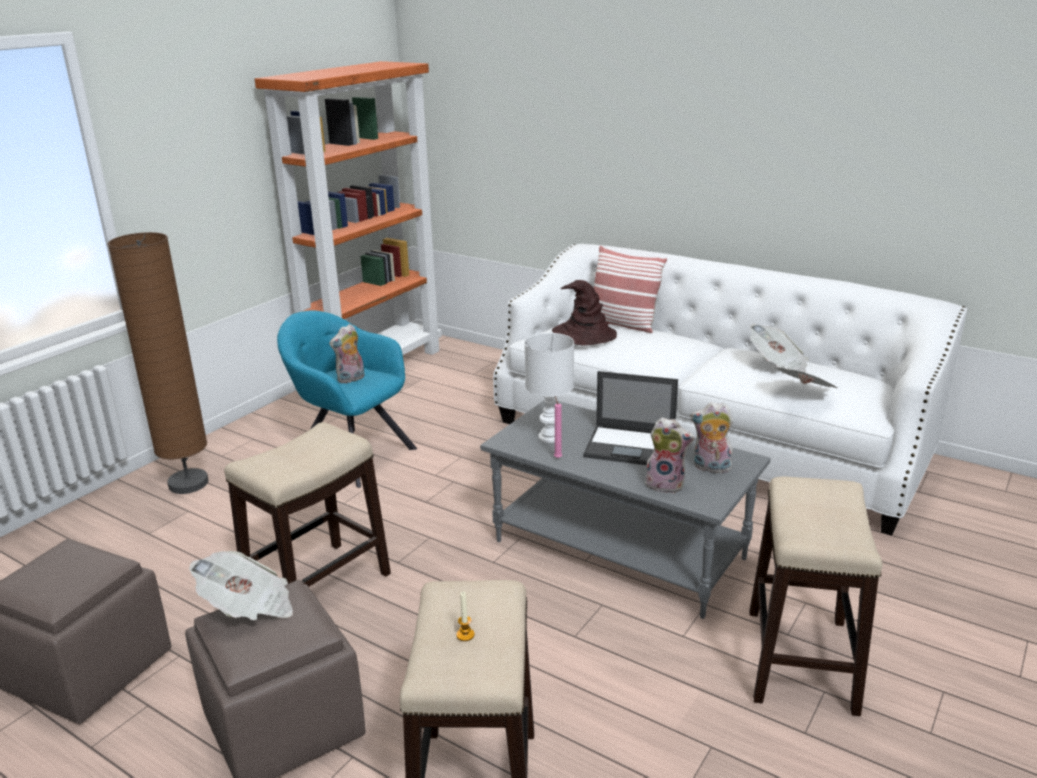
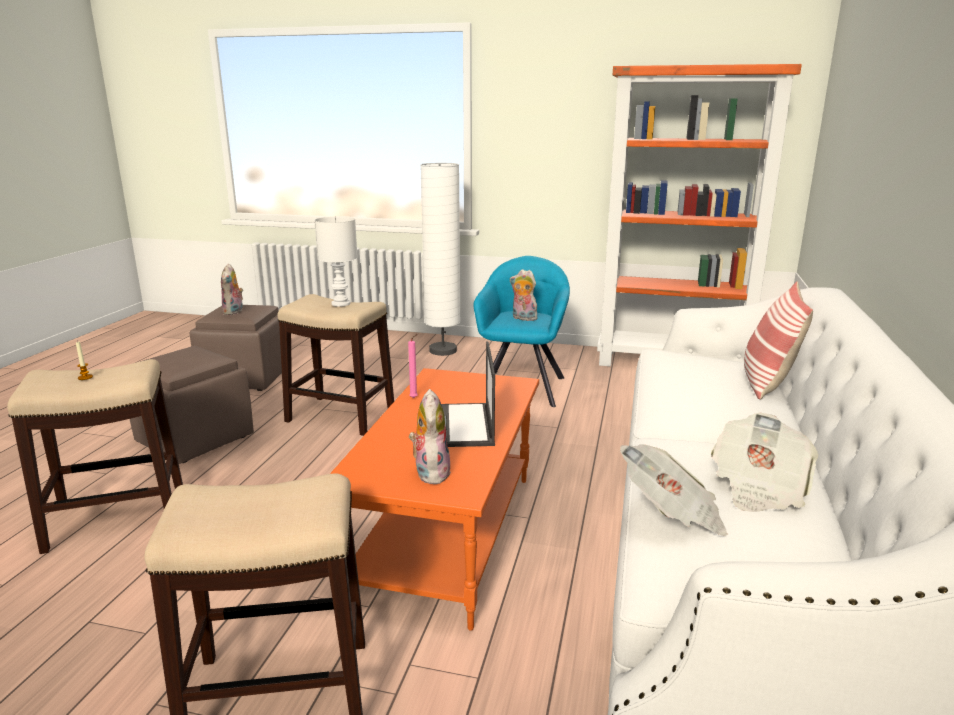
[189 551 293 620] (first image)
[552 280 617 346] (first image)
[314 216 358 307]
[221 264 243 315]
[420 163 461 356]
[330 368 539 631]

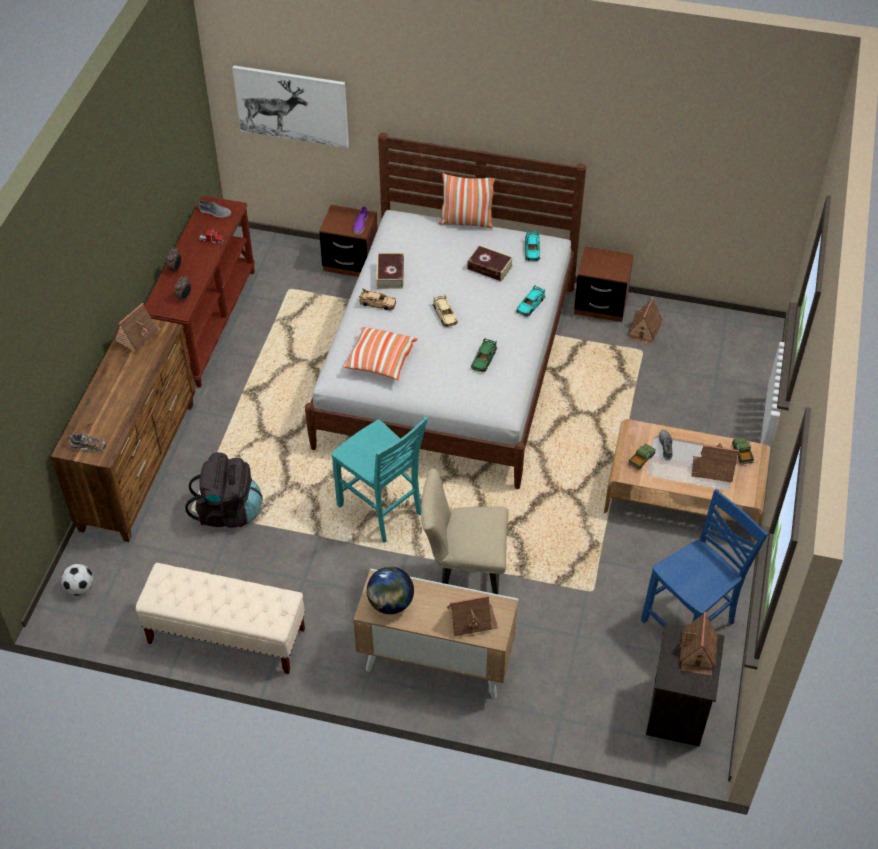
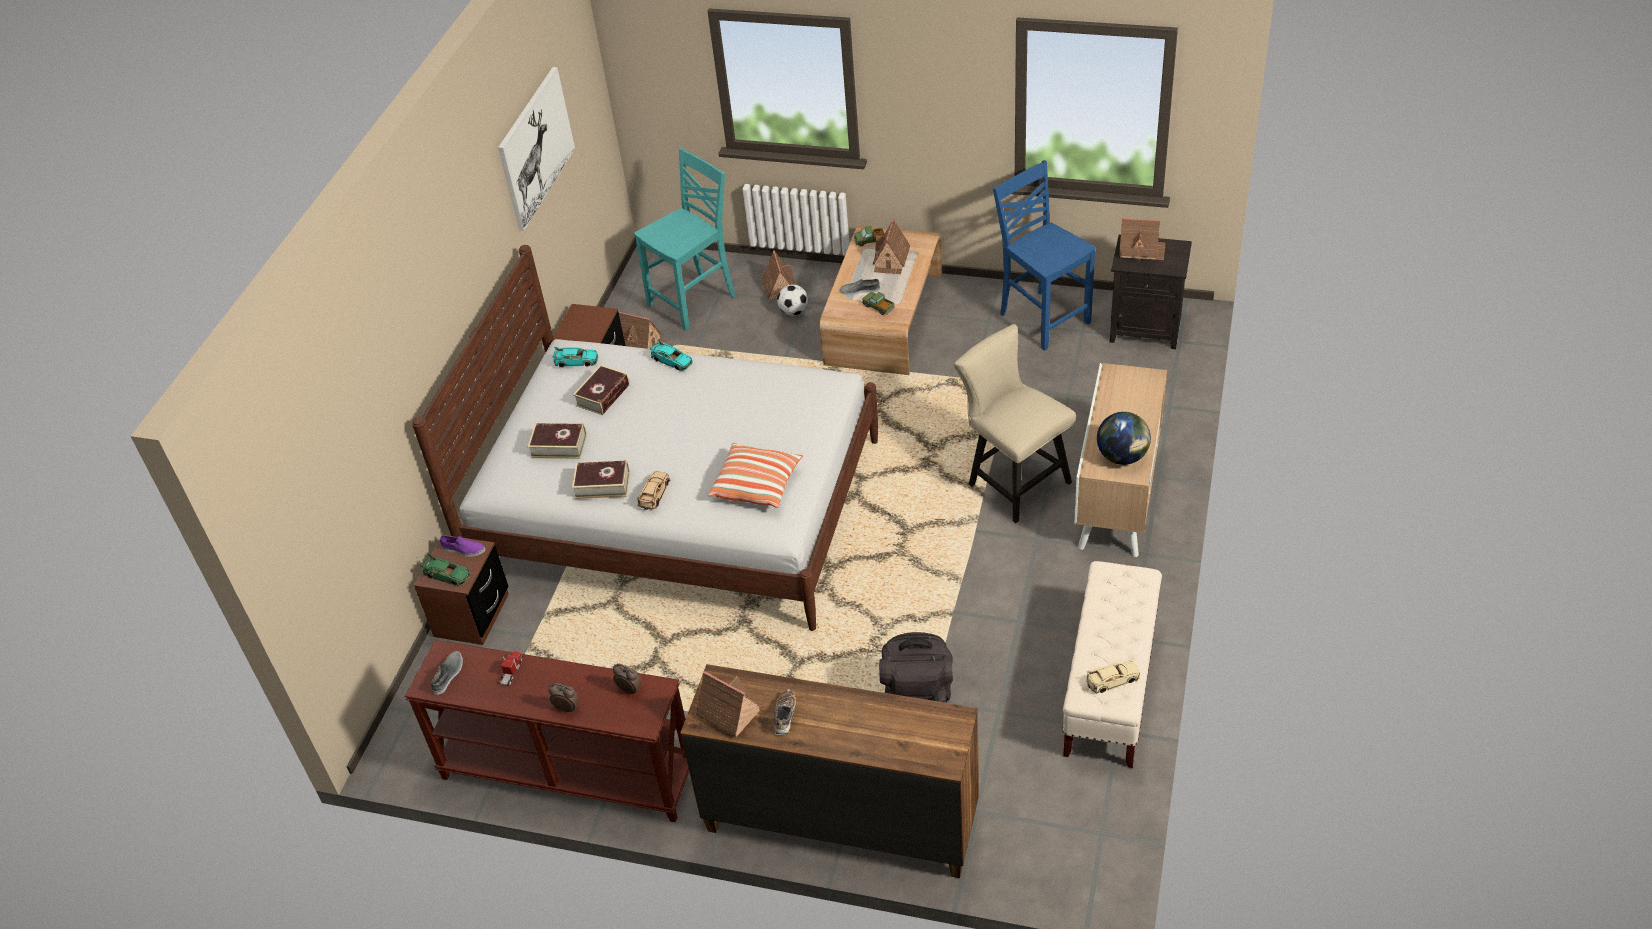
[439 173 496 228] (first image)
[528 423 587 459]
[777 284 808 316]
[774 689 796 735]
[498 67 575 231]
[635 148 736 330]
[1086 661 1140 694]
[762 250 796 300]
[420 554 471 586]
[954 324 1076 523]

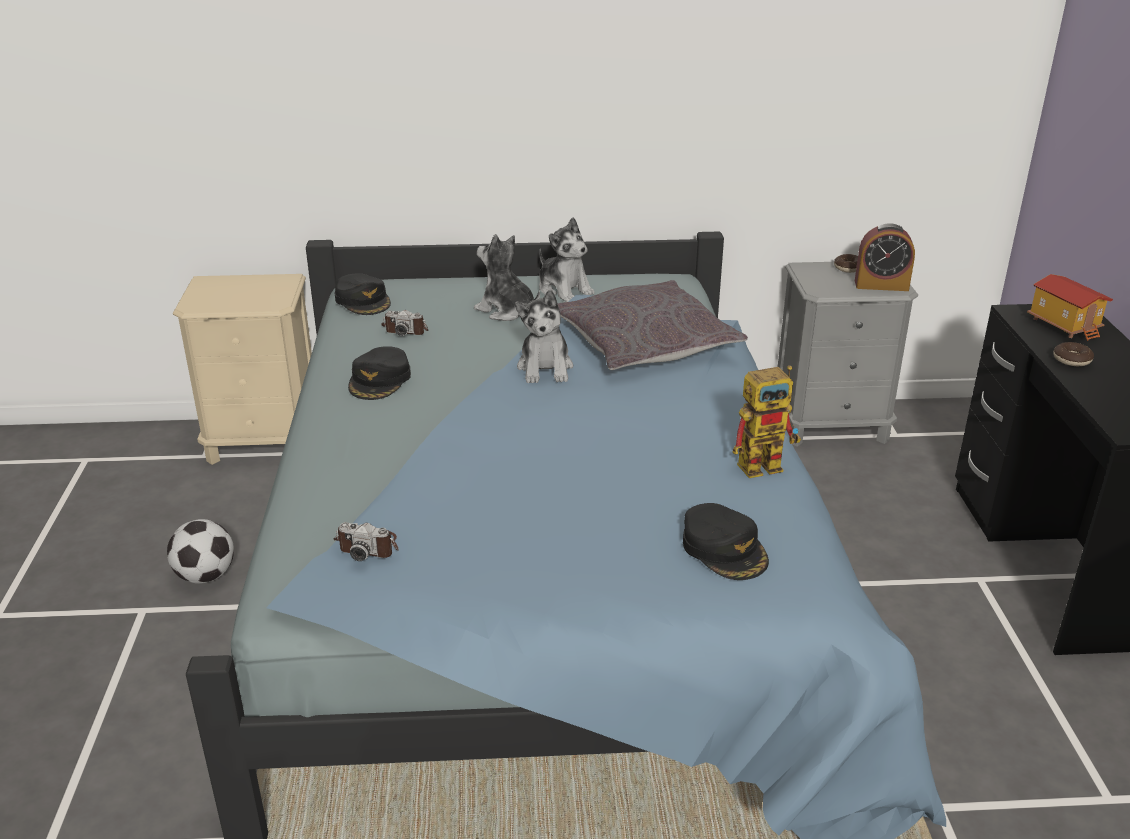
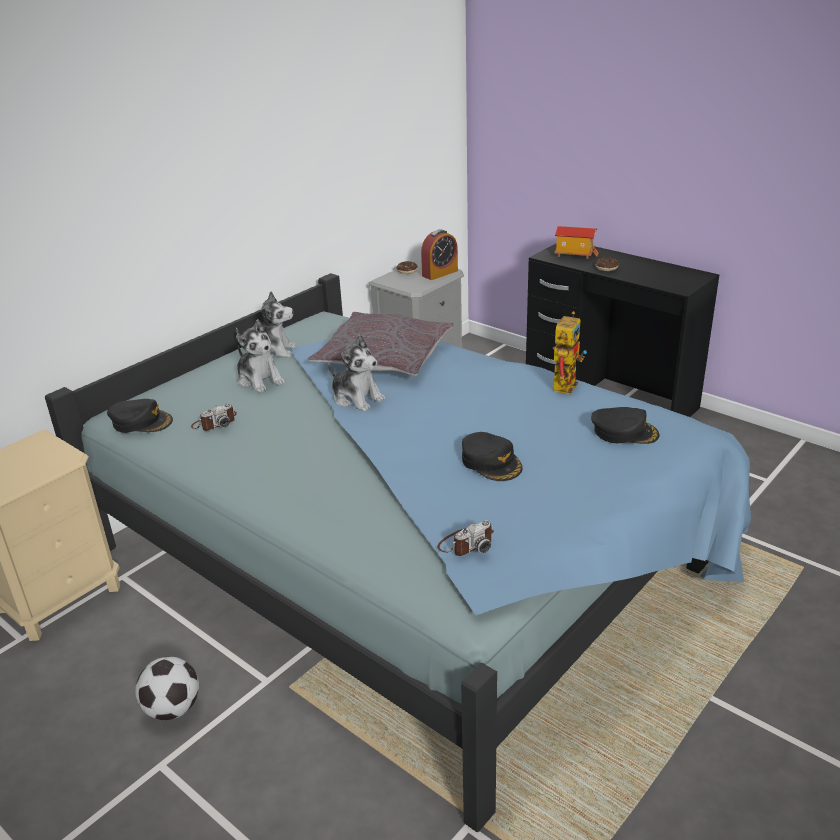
[462 432 523 481]
[236 319 285 393]

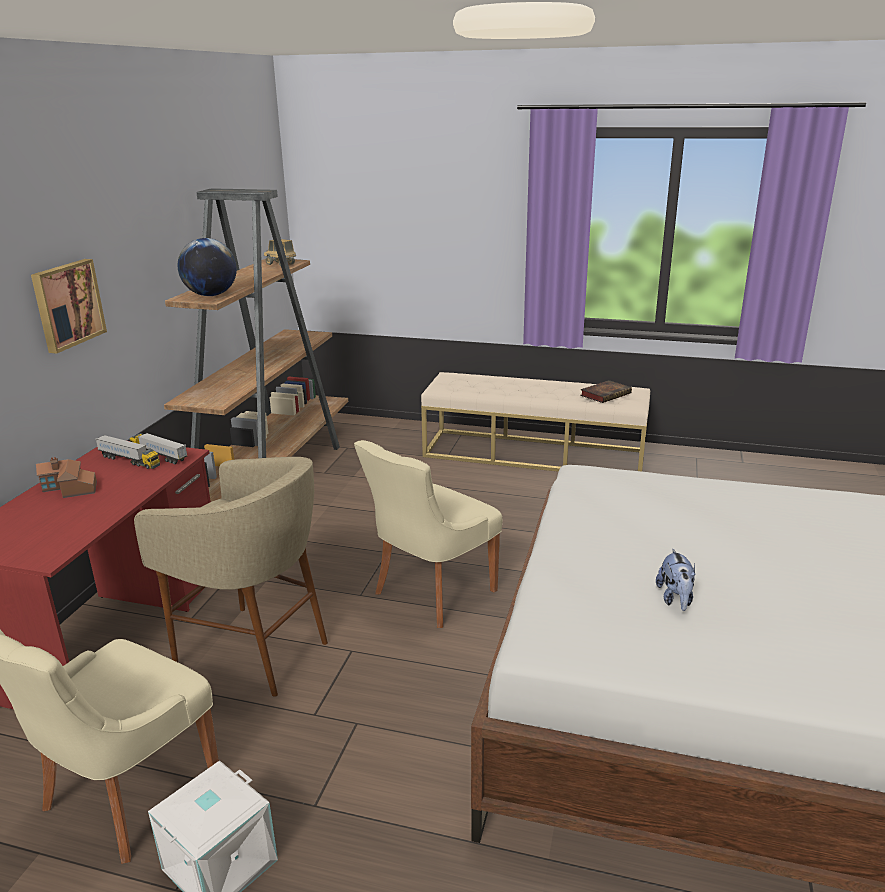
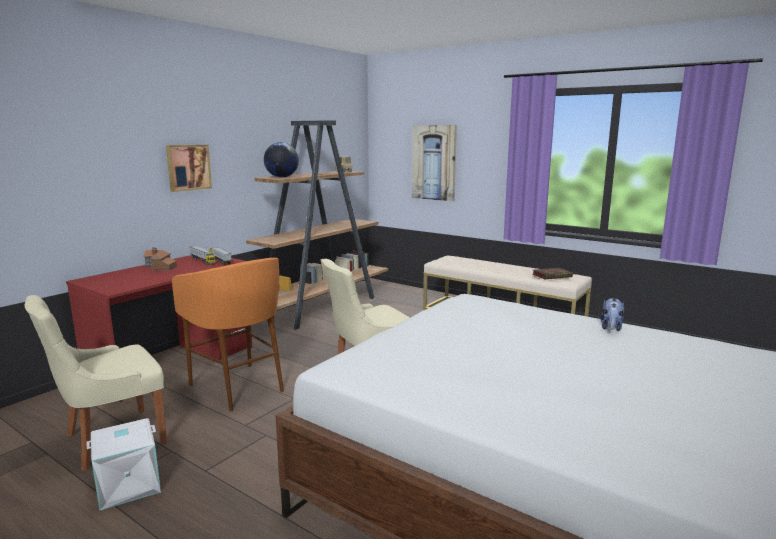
[412 125 457 201]
[600 298 624 331]
[172 258 284 411]

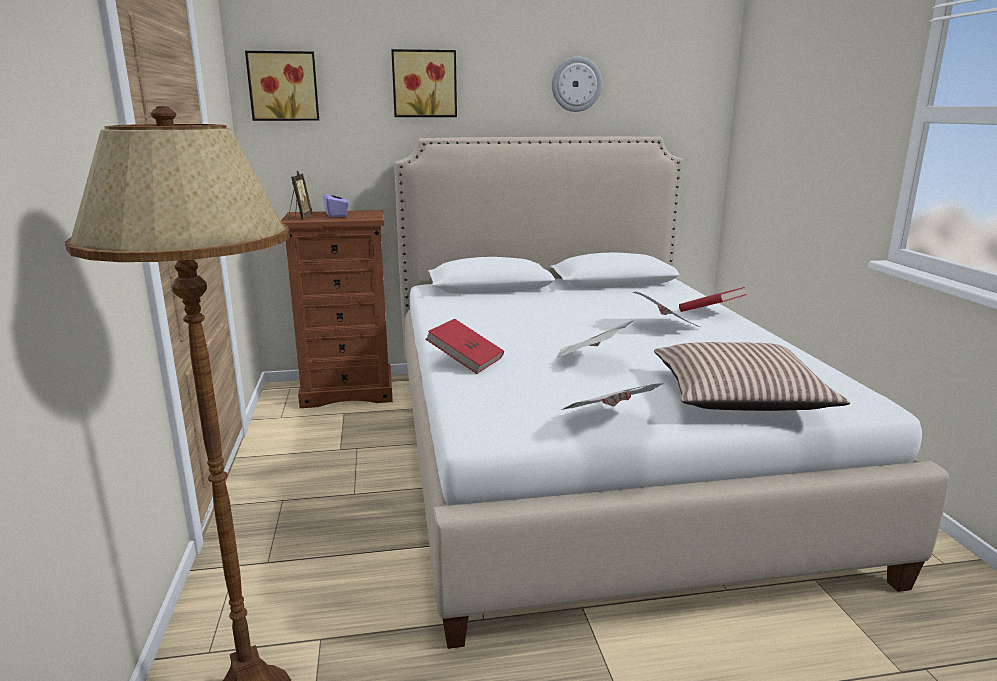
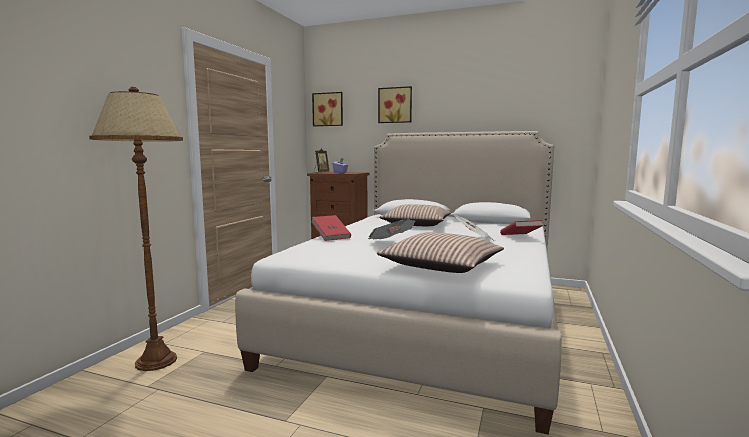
[552 56 602 112] (first image)
[561 383 663 410] (first image)
[379 204 451 226]

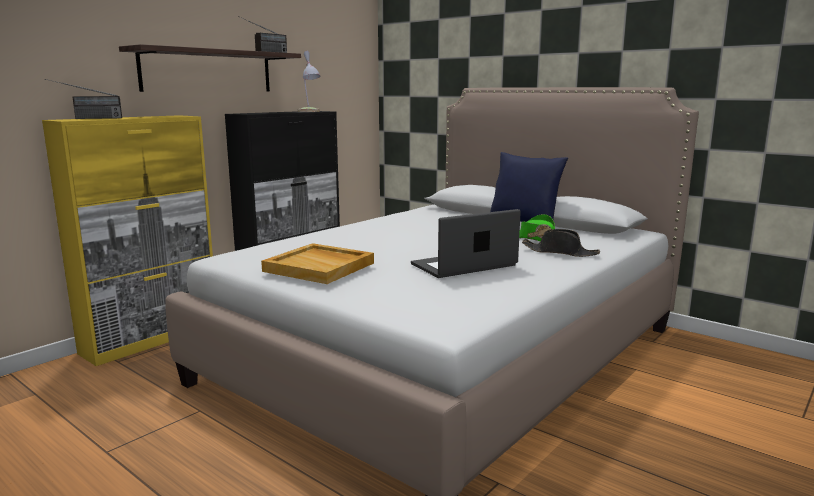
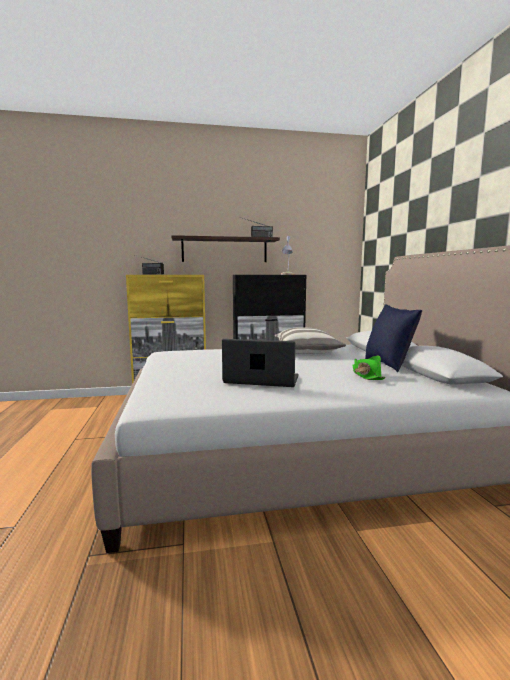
[261 243 374 284] (first image)
[522 229 600 257] (first image)
[275 328 346 354]

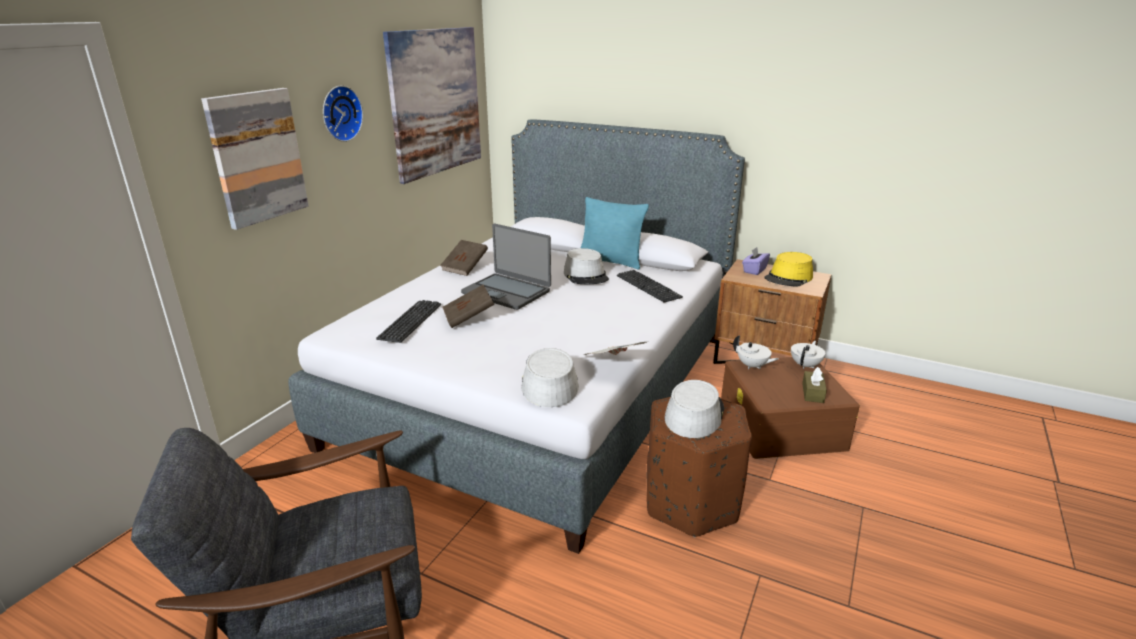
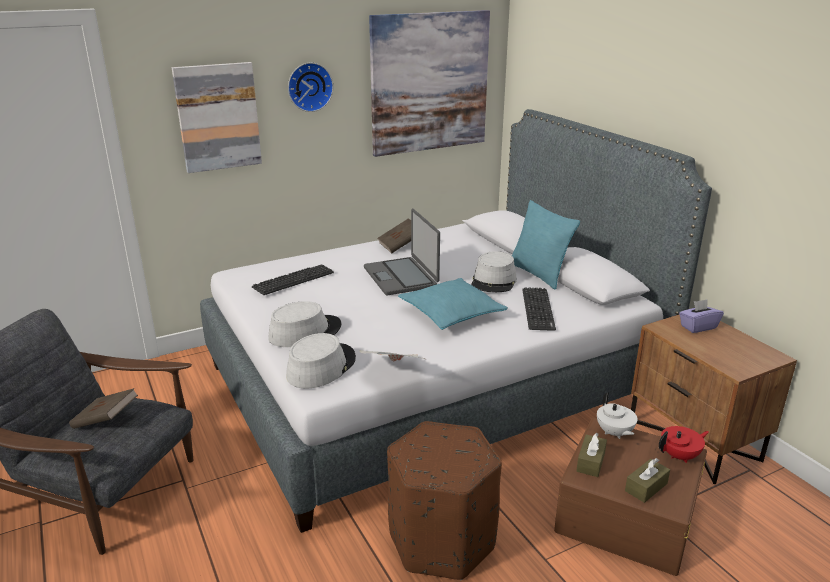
[764 252 813 287] (first image)
[398 278 508 330]
[576 433 607 477]
[69 388 138 429]
[268 301 342 347]
[659 426 709 463]

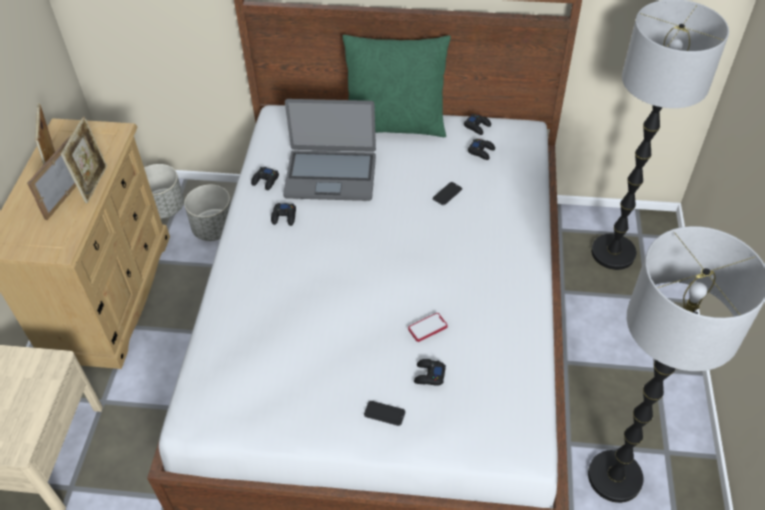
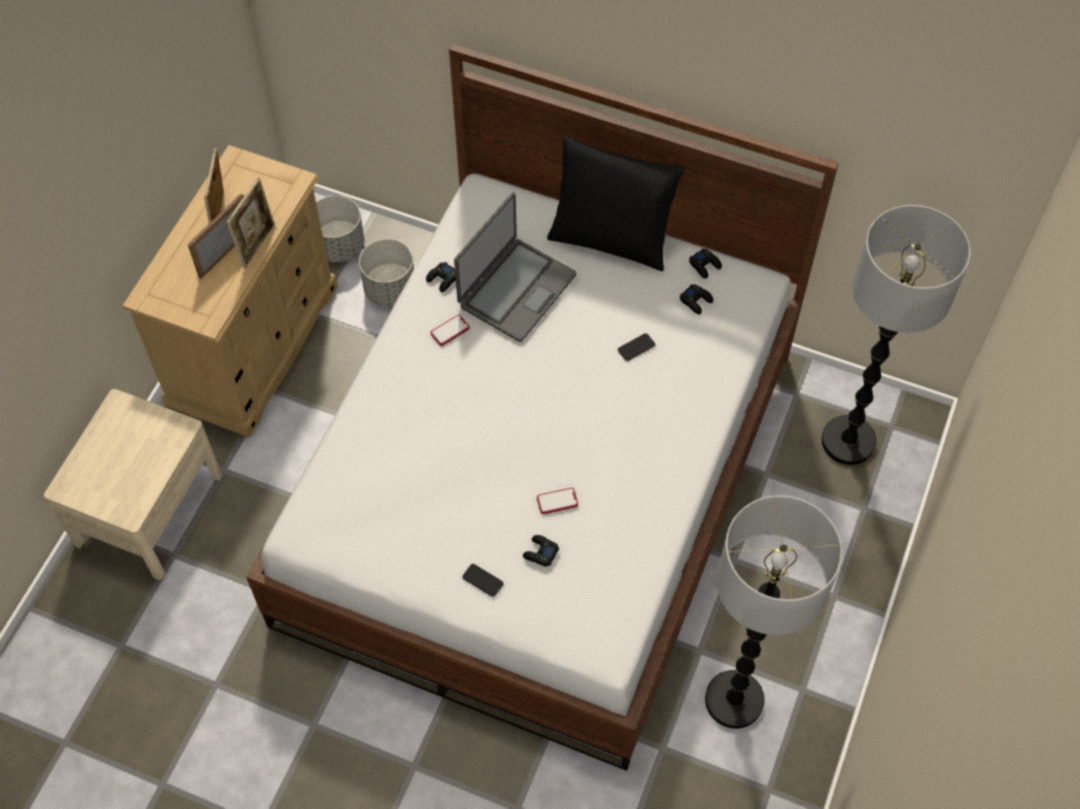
[431 315 470 346]
[547 137 685 271]
[454 192 576 342]

